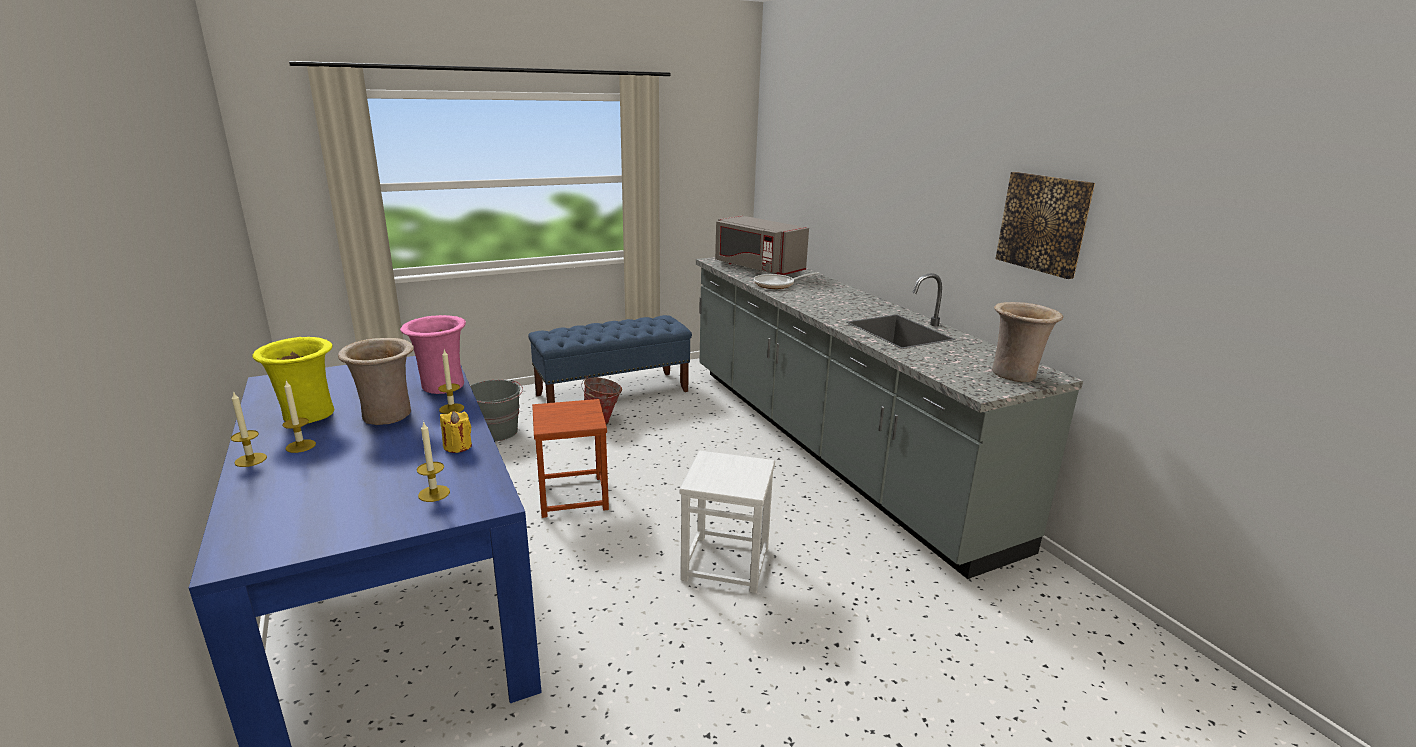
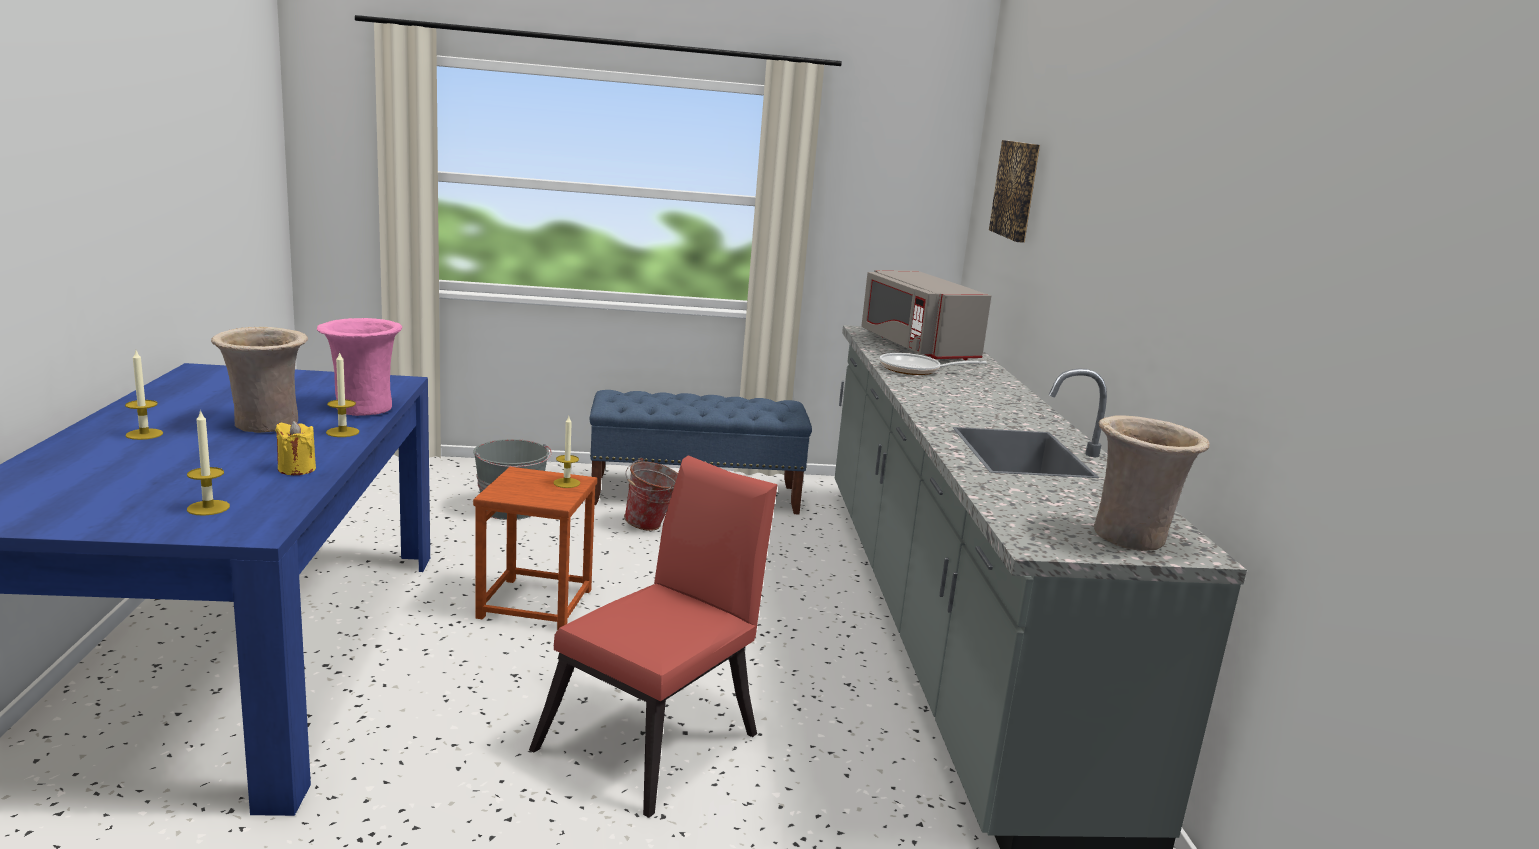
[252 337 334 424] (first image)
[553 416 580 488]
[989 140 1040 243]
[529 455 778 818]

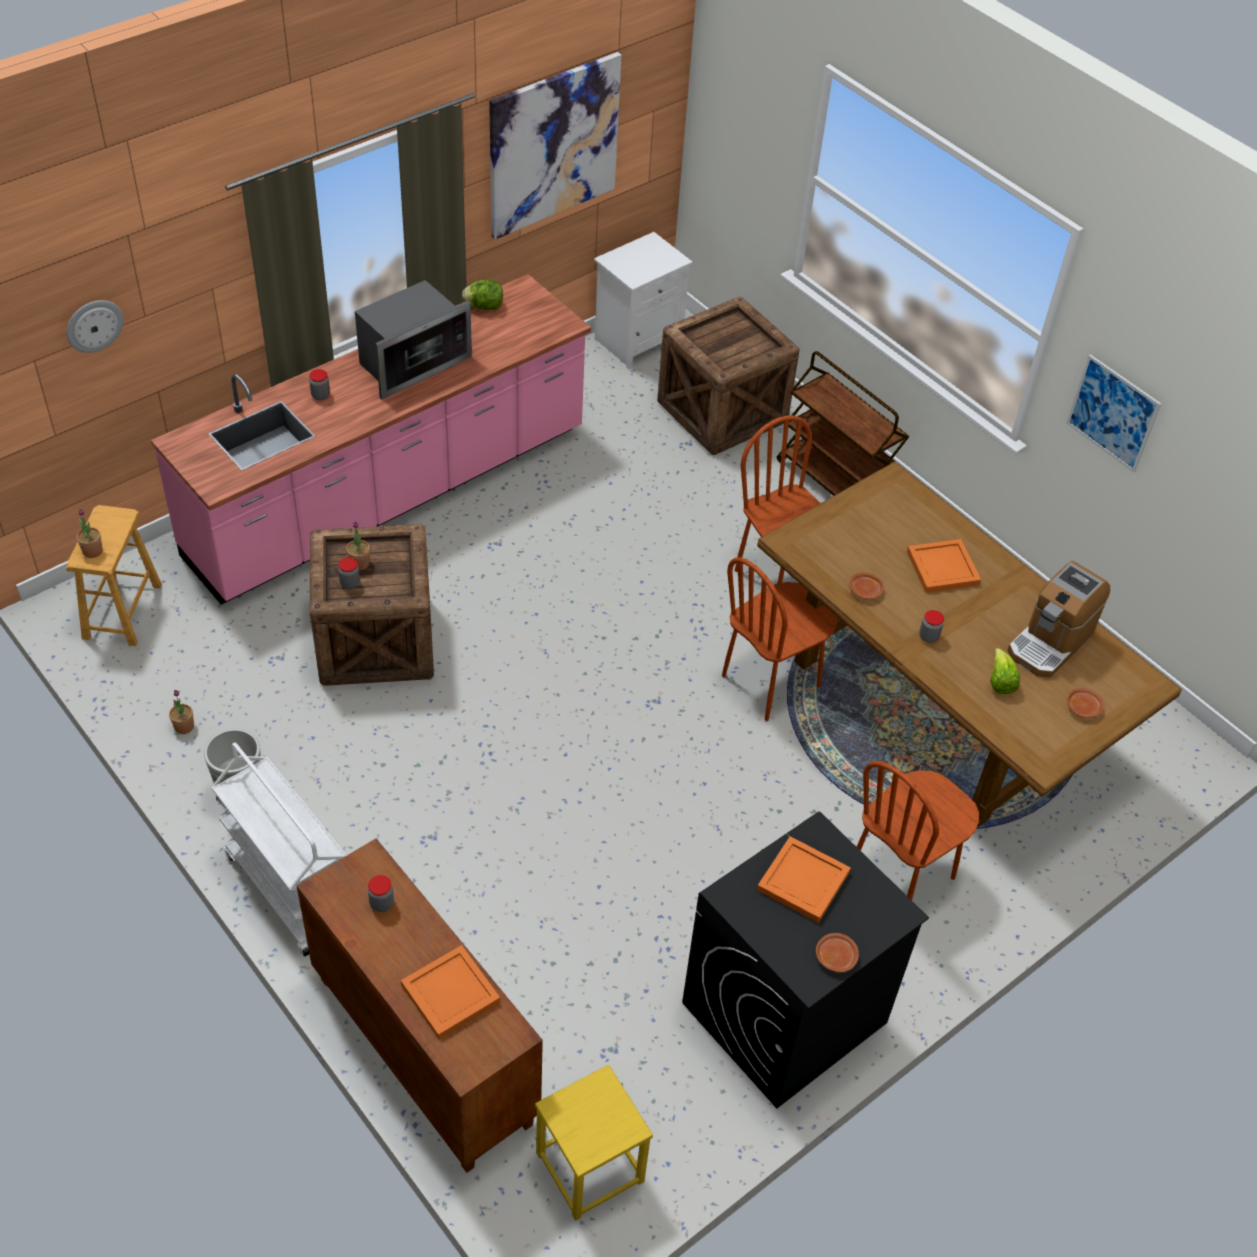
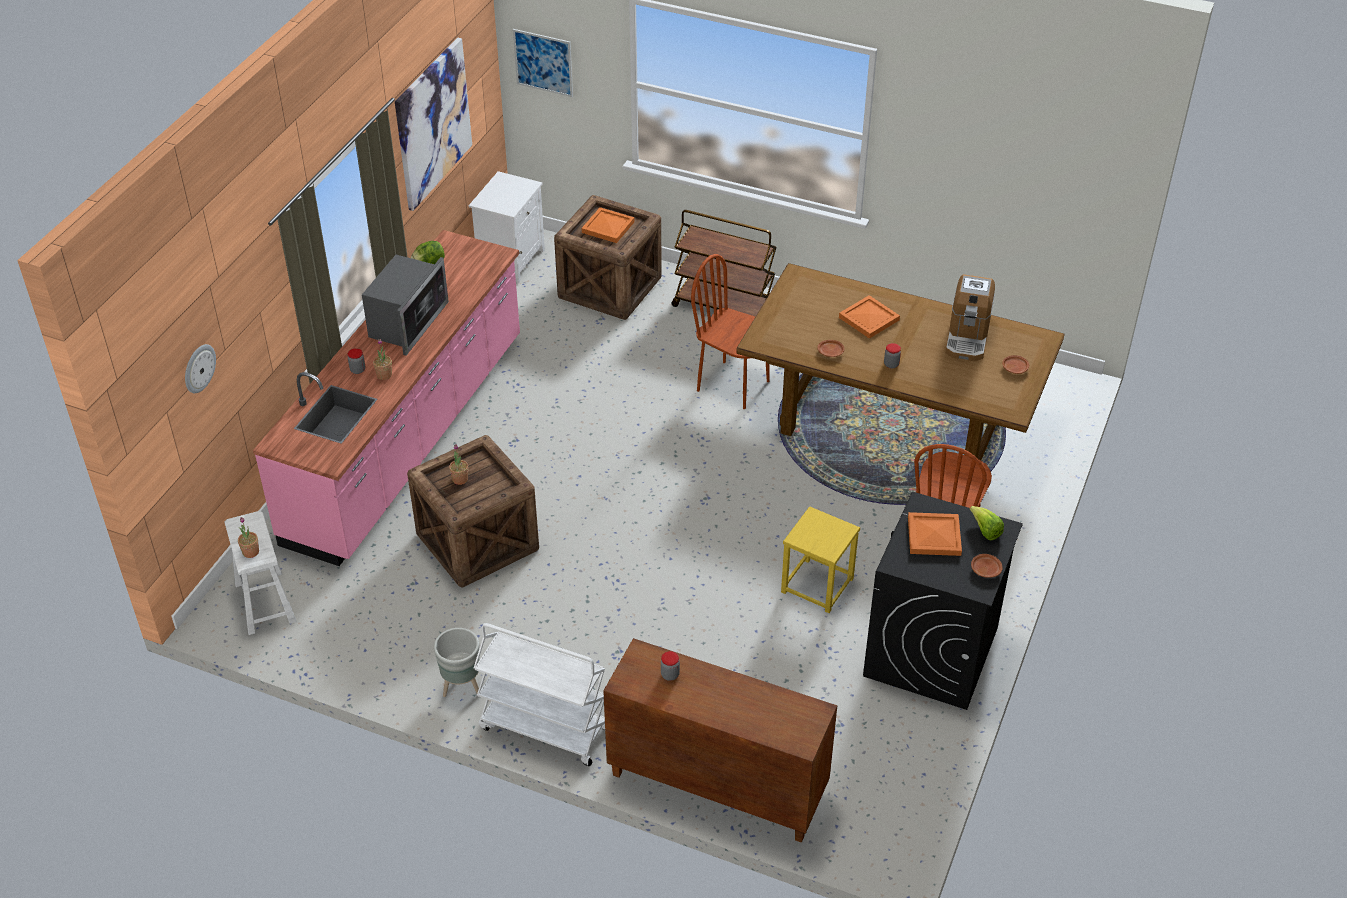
[338 557 360 589] (first image)
[722 557 838 721] (first image)
[373 339 392 380]
[582 207 635 243]
[781 506 860 613]
[970 506 1004 540]
[513 29 573 97]
[225 511 296 635]

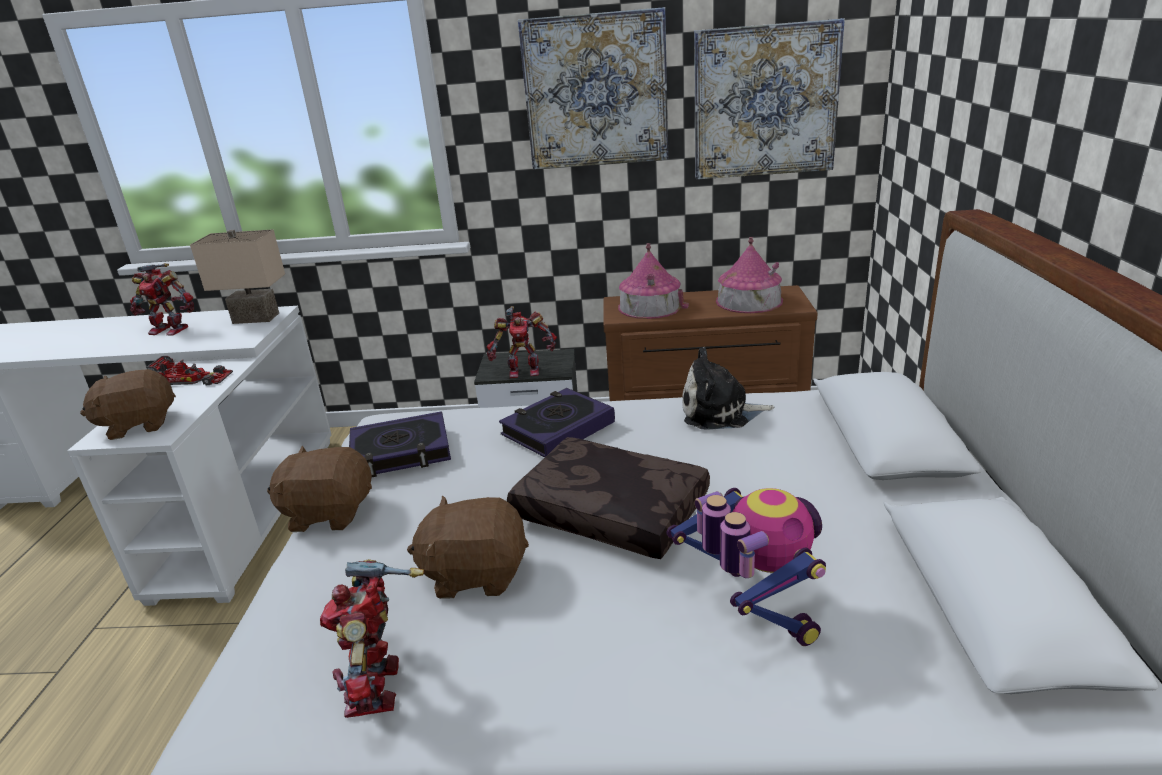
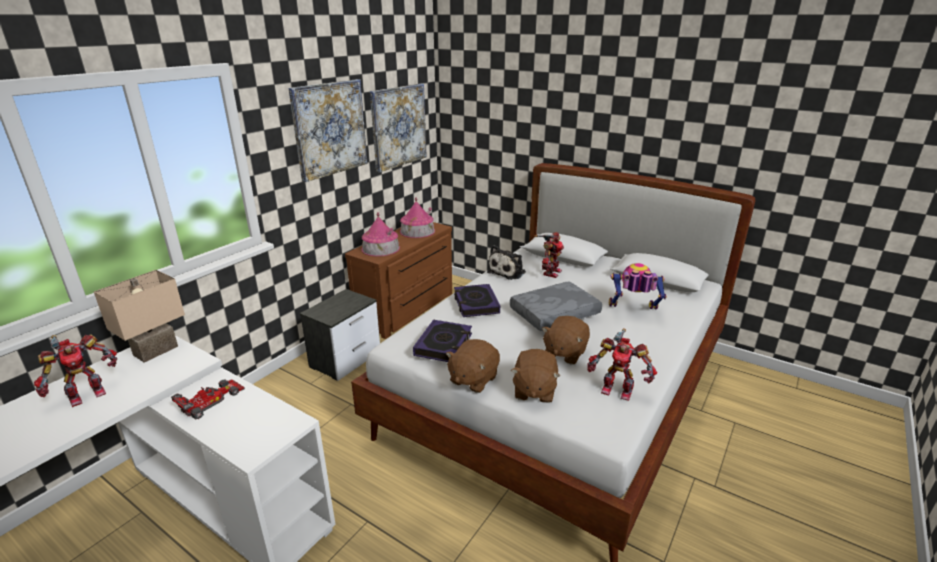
[511 349 560 403]
[534 232 564 278]
[510 282 602 331]

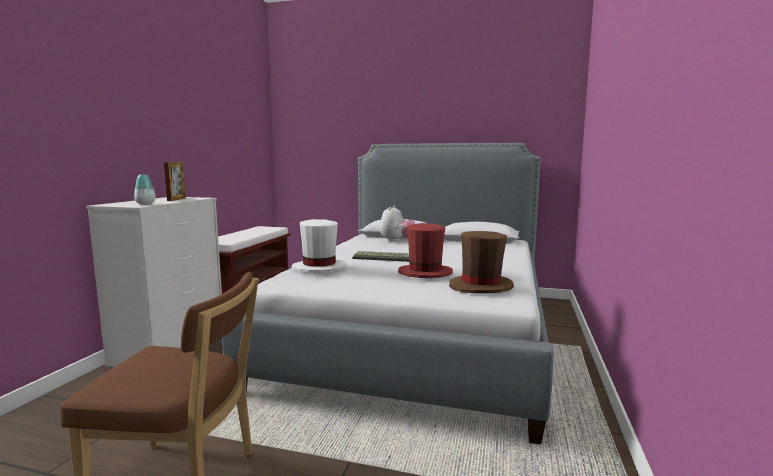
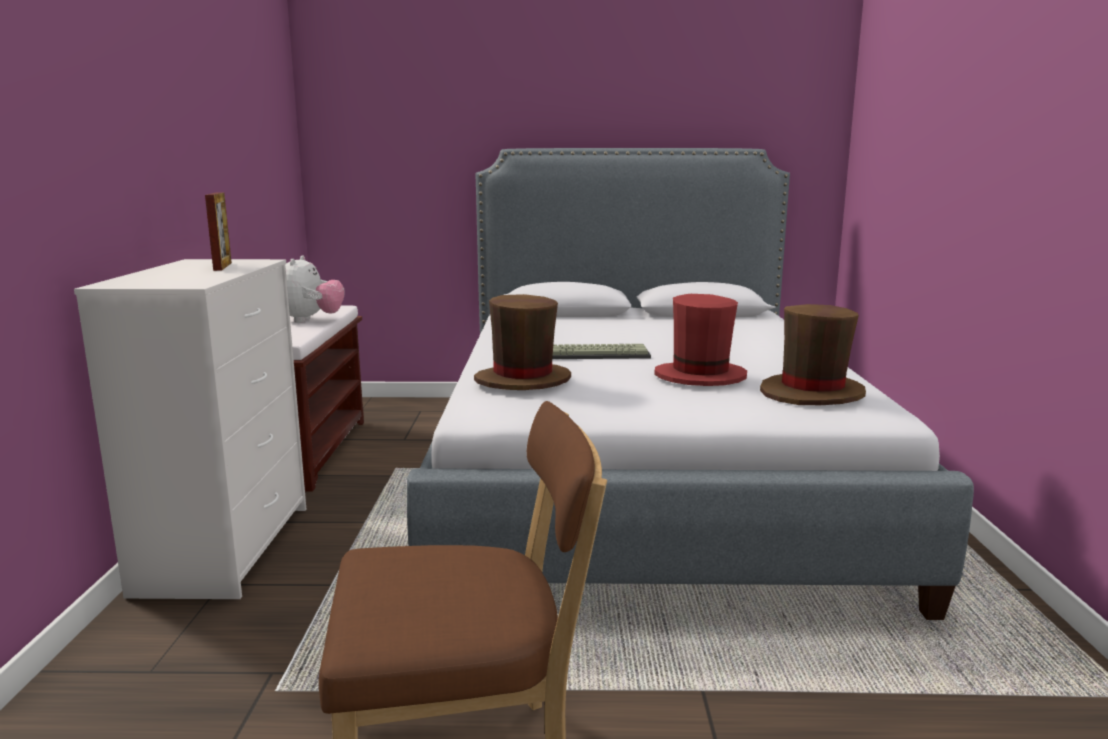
[134 175 156 204] (first image)
[285 256 344 323]
[474 294 571 390]

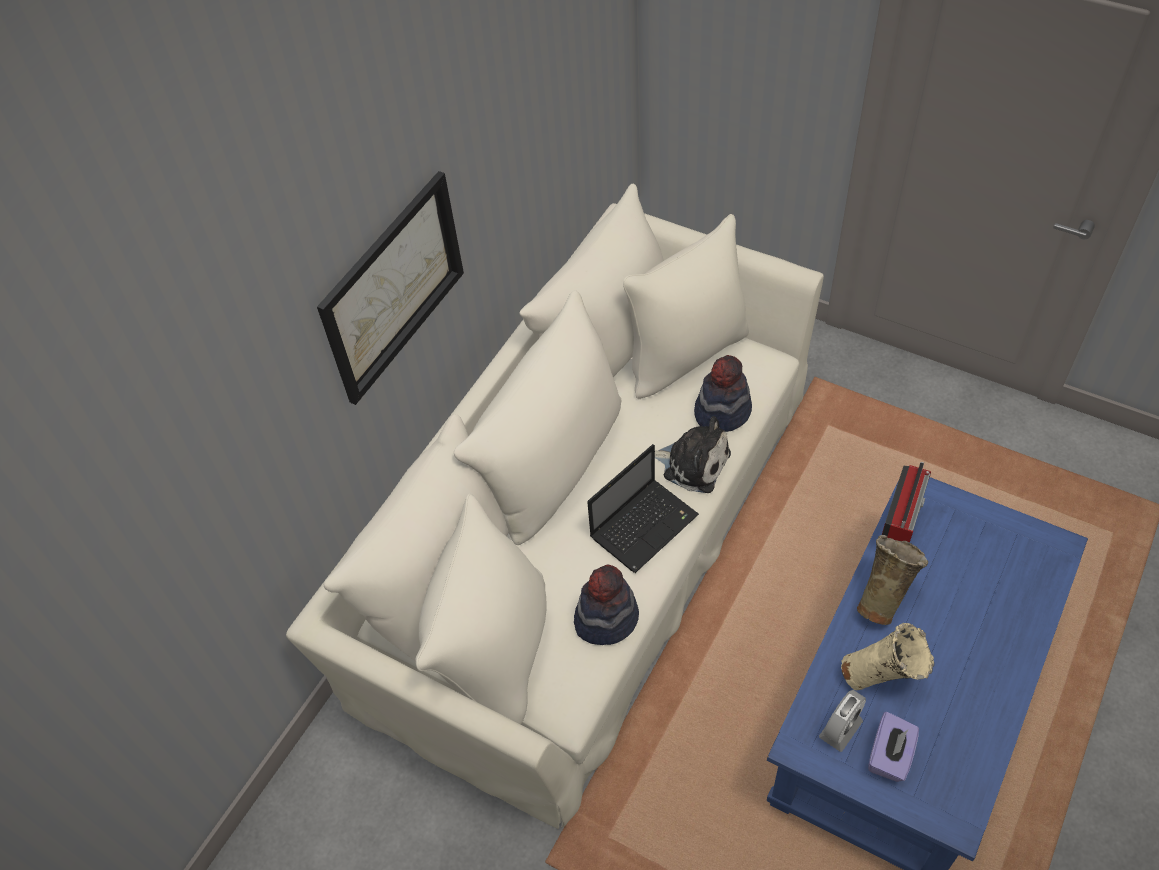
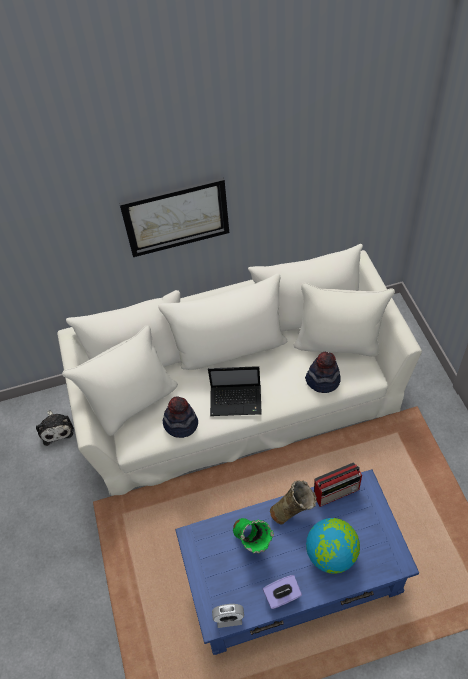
[306 518 360 574]
[36 410 74 446]
[212 604 244 628]
[263 575 302 609]
[233 518 274 554]

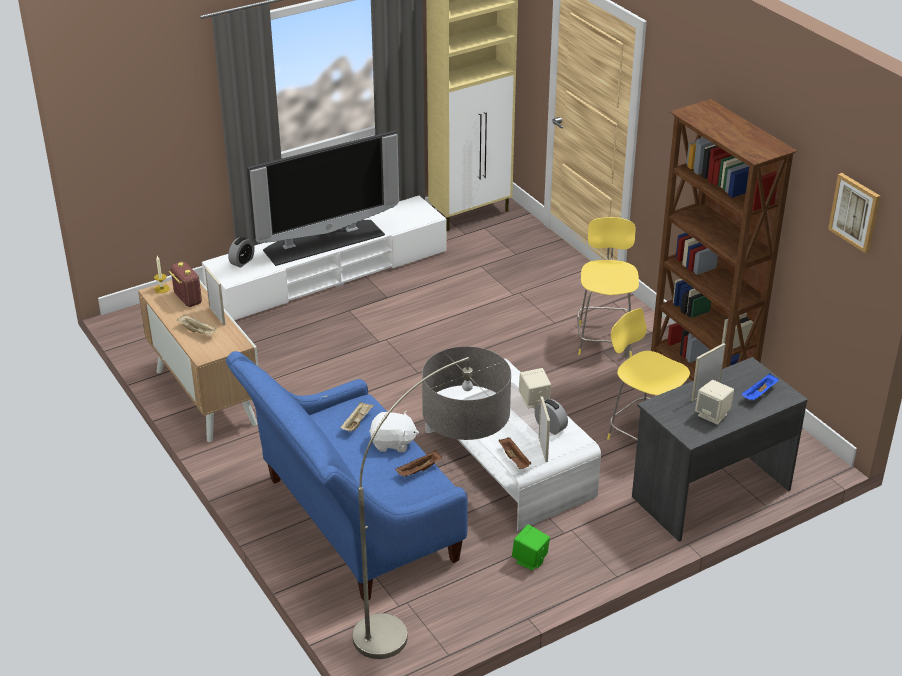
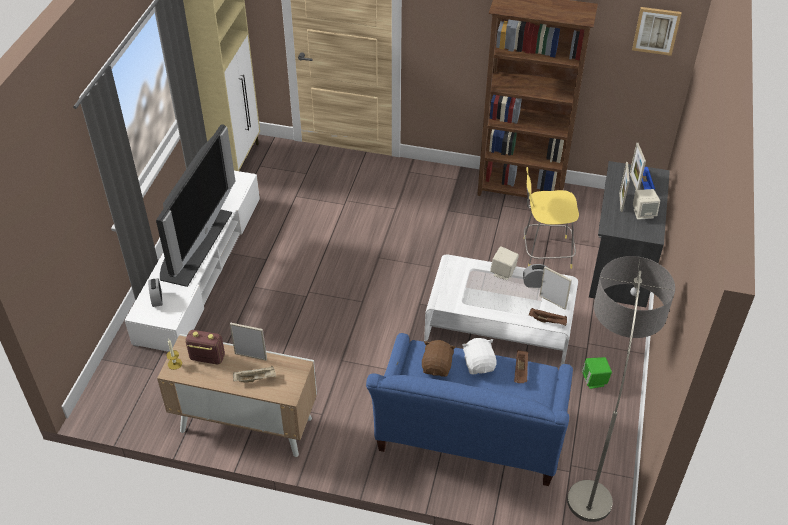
[577 217 639 357] (first image)
[630 143 646 190]
[422 340 456 377]
[462 338 497 374]

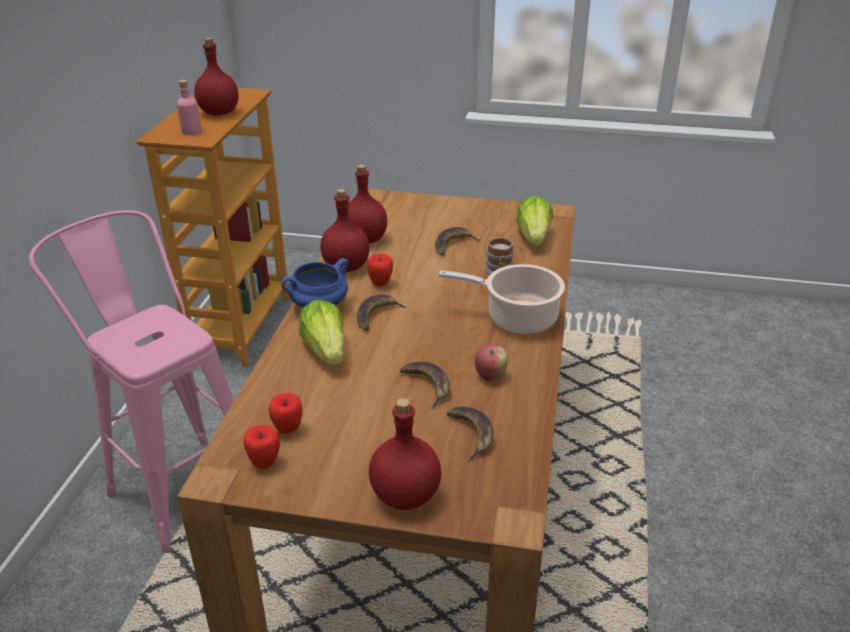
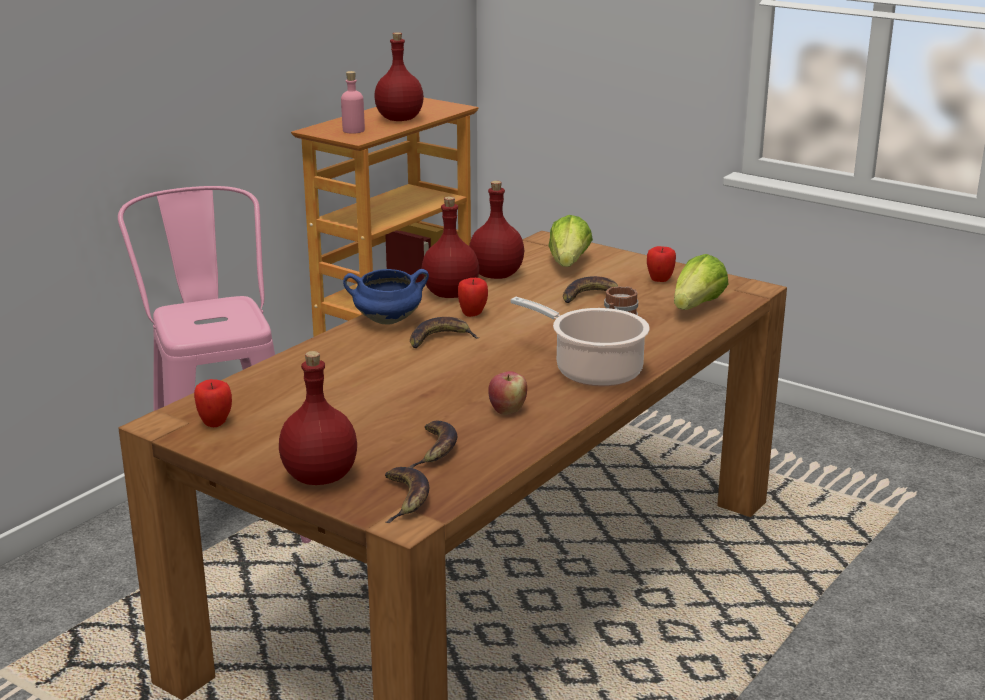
[647 246 676 282]
[548 215 593 267]
[385 467 429 523]

